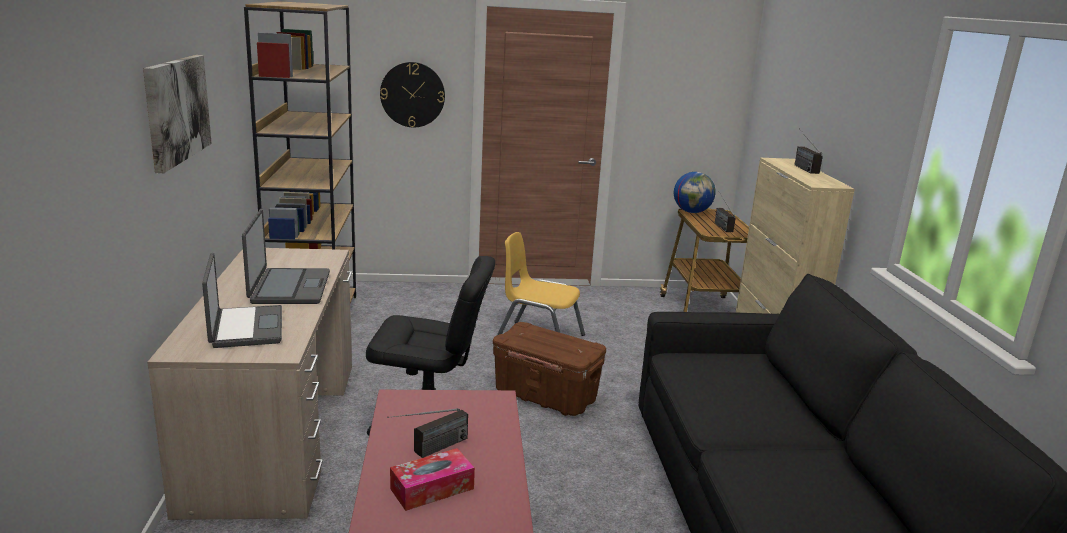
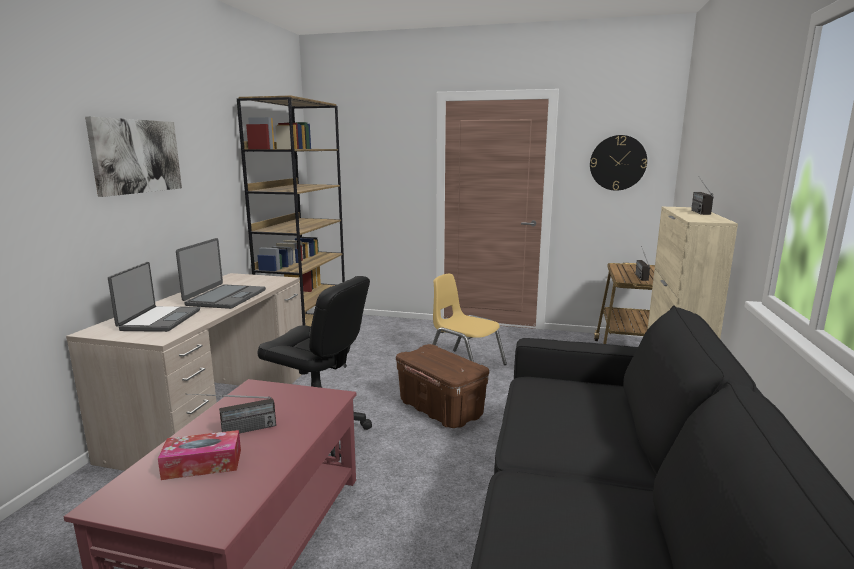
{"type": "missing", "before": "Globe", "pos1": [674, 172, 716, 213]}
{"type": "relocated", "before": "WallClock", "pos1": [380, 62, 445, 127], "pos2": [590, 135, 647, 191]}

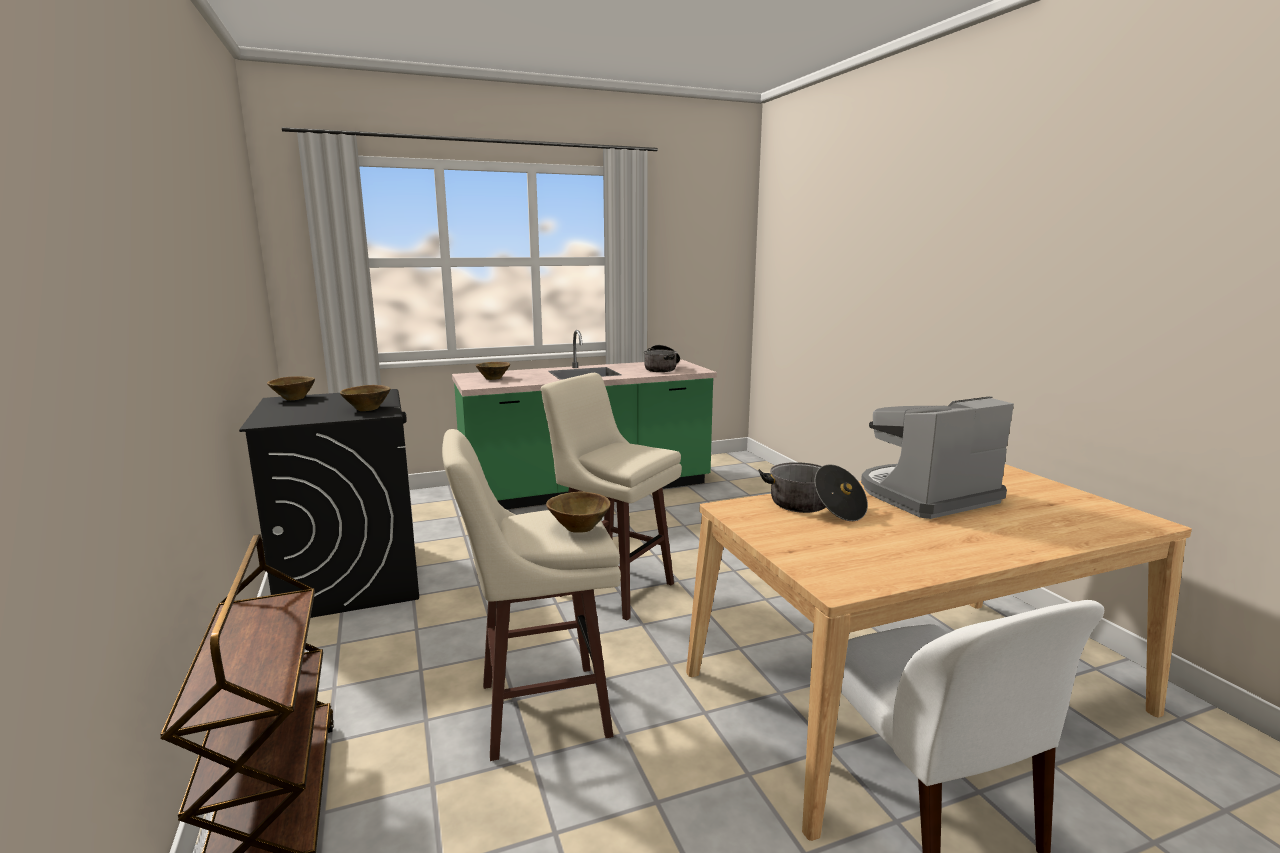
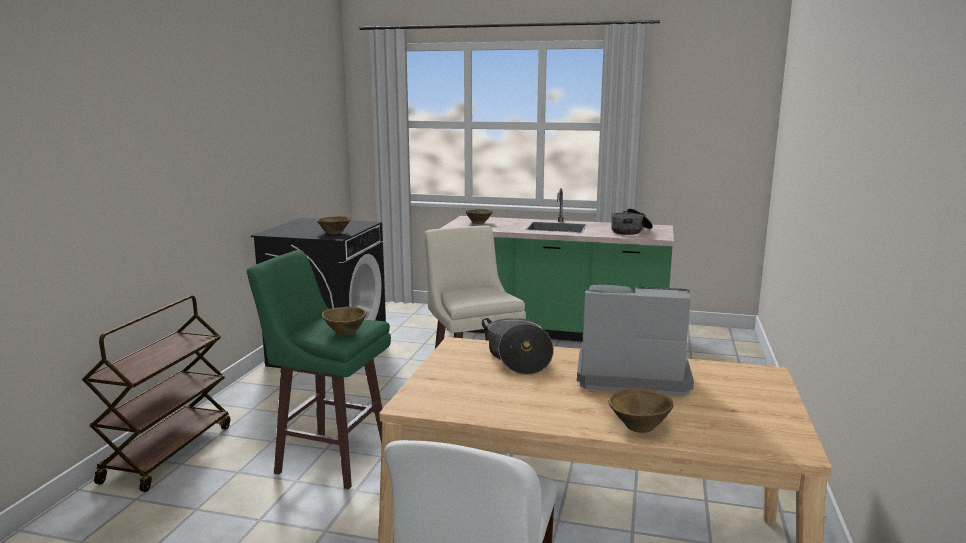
{"type": "relocated", "before": "BrownBowl", "pos1": [267, 376, 315, 400], "pos2": [608, 388, 674, 433]}
{"type": "colour", "before": "BeigeStool", "after": "GreenStool", "pos1": [442, 429, 621, 761], "pos2": [247, 250, 391, 489]}

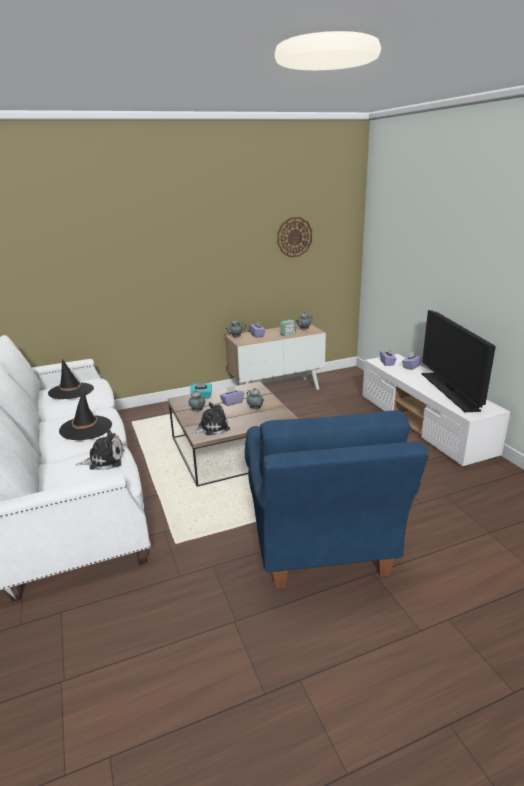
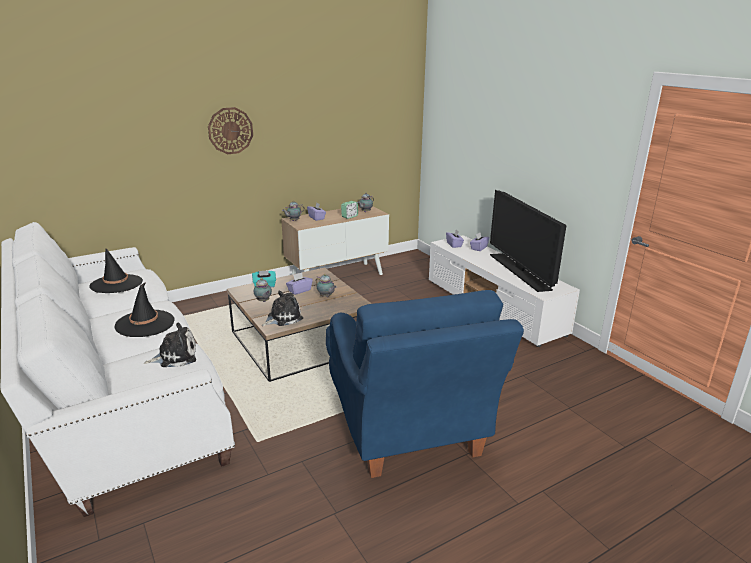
{"type": "relocated", "before": "WallClock", "pos1": [277, 217, 312, 257], "pos2": [208, 107, 253, 154]}

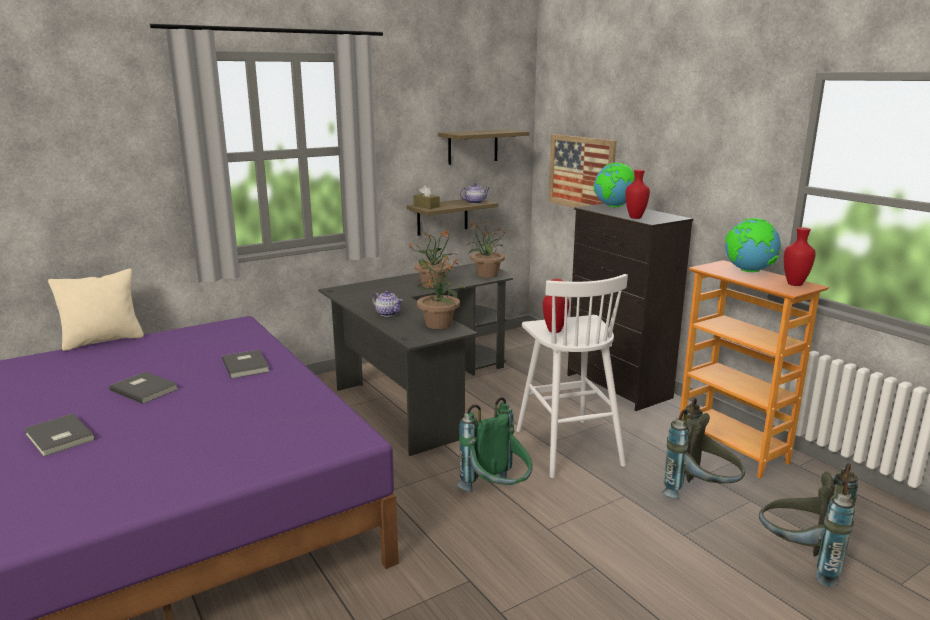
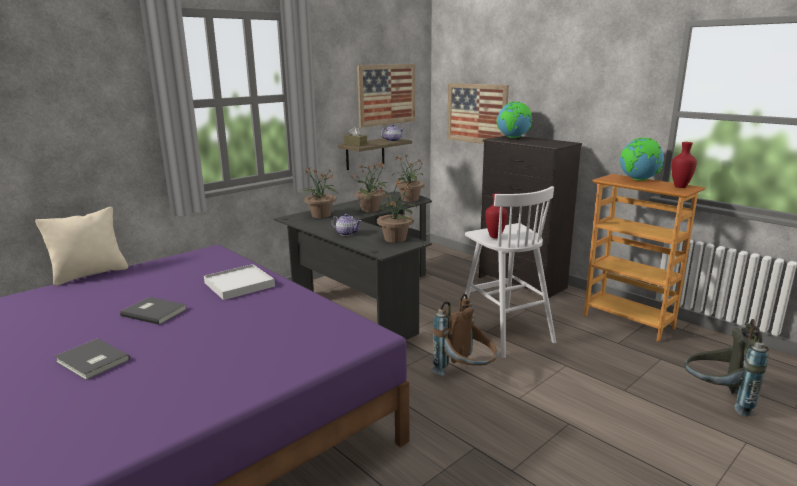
{"type": "missing", "before": "RedVase", "pos1": [625, 170, 650, 219]}
{"type": "missing", "before": "GreyBackpack", "pos1": [662, 398, 745, 499]}
{"type": "appeared", "after": "PottedPlant", "pos2": [300, 167, 338, 218]}
{"type": "exchanged", "before": "GreyBook", "after": "WhiteTray", "pos1": [222, 350, 270, 379], "pos2": [204, 264, 275, 300]}
{"type": "exchanged", "before": "Shelf", "after": "Picture", "pos1": [438, 129, 530, 165], "pos2": [357, 64, 415, 127]}
{"type": "colour", "before": "GreenBackpack", "after": "BrownBackpack", "pos1": [457, 397, 533, 492], "pos2": [431, 294, 497, 376]}

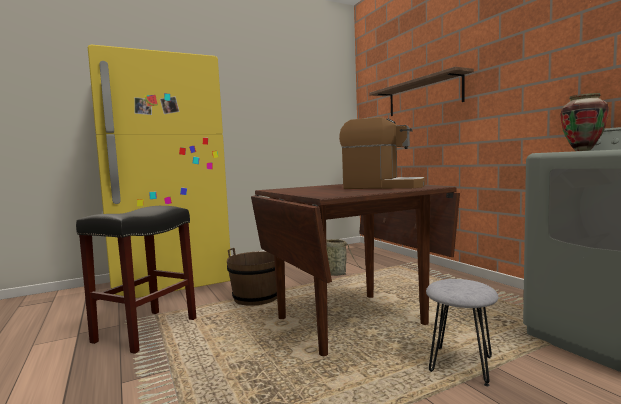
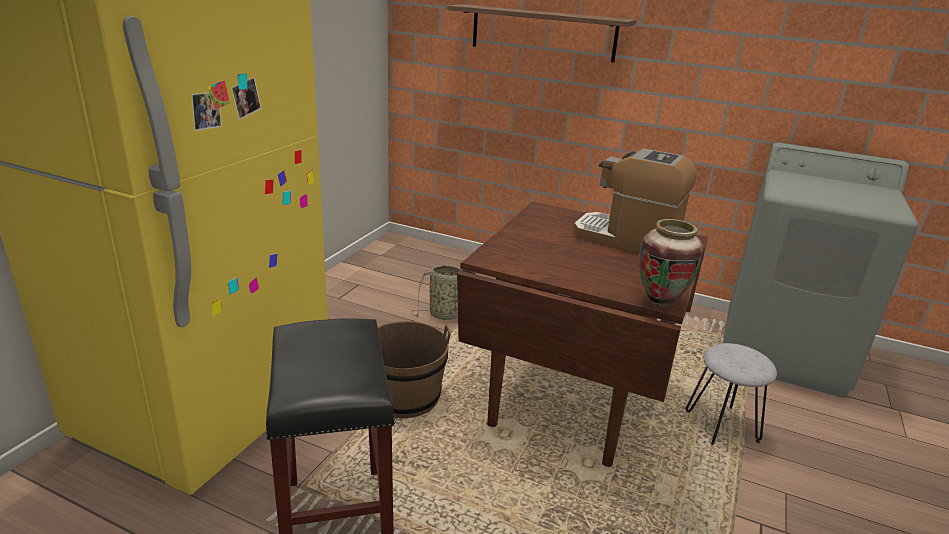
{"type": "relocated", "before": "Vase", "pos1": [560, 93, 609, 151], "pos2": [639, 219, 704, 307]}
{"type": "spun", "before": "CoffeeMachine", "pos1": [339, 117, 425, 189], "pos2": [573, 148, 697, 254], "turn": -135}

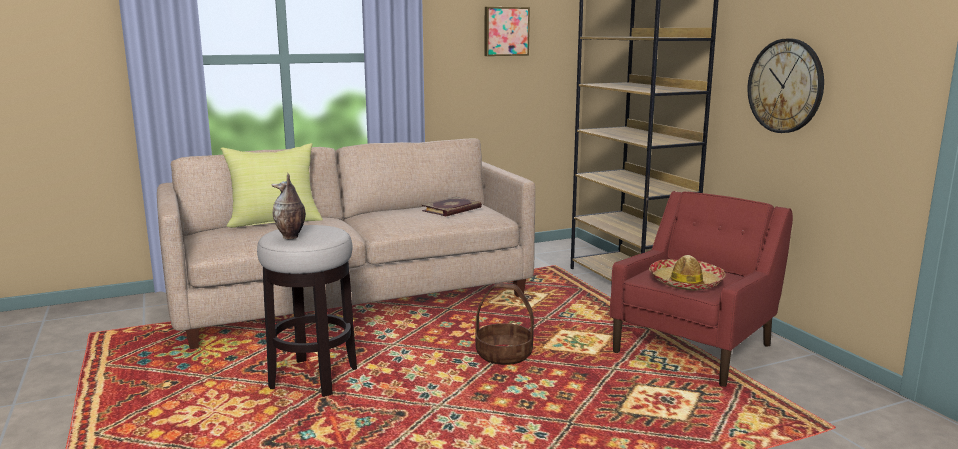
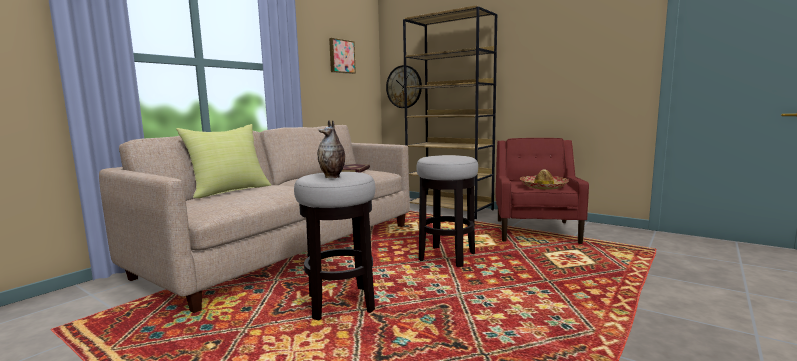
{"type": "relocated", "before": "WallClock", "pos1": [748, 39, 824, 133], "pos2": [386, 65, 422, 108]}
{"type": "exchanged", "before": "Basket", "after": "Stool", "pos1": [476, 283, 534, 365], "pos2": [416, 155, 478, 267]}

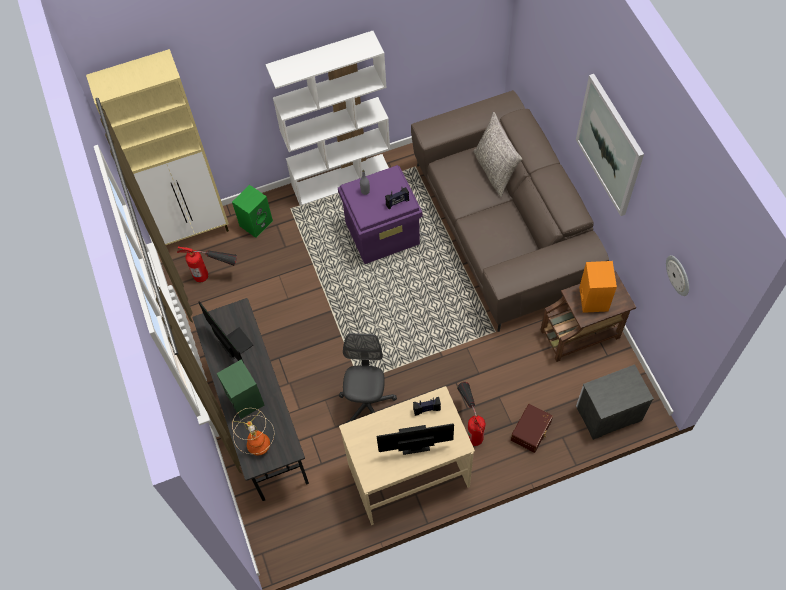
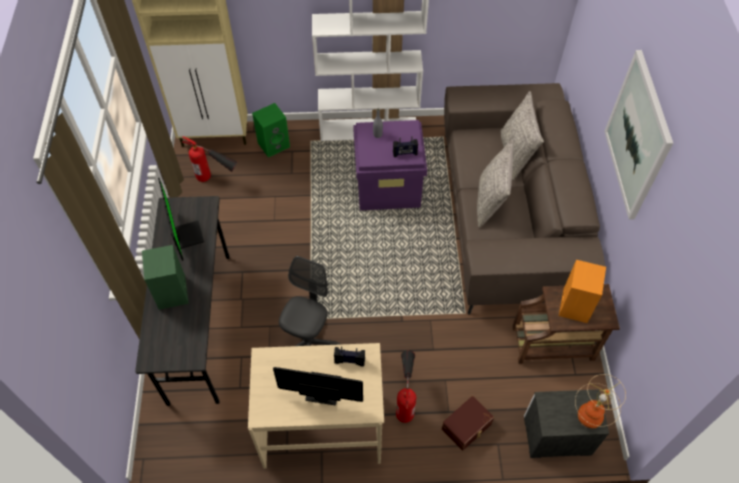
{"type": "missing", "before": "WallClock", "pos1": [666, 255, 689, 296]}
{"type": "appeared", "after": "GreyPillow", "pos2": [477, 140, 514, 228]}
{"type": "relocated", "before": "TableLamp", "pos1": [232, 408, 274, 455], "pos2": [575, 374, 626, 428]}

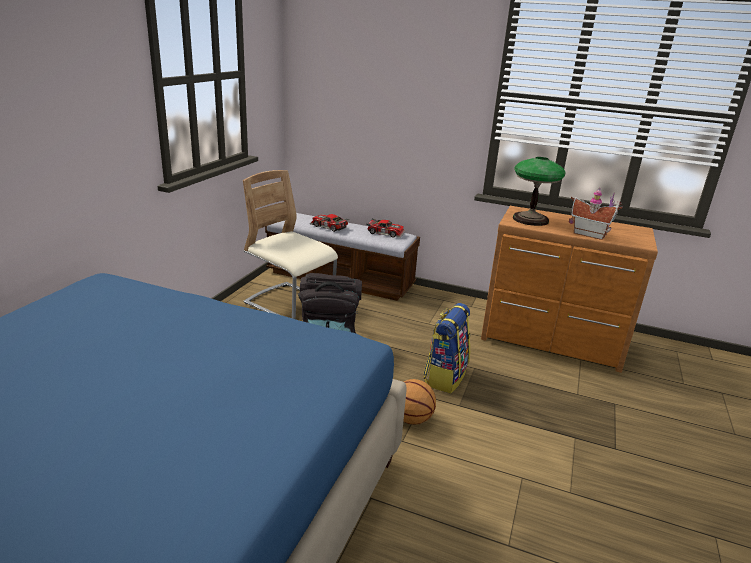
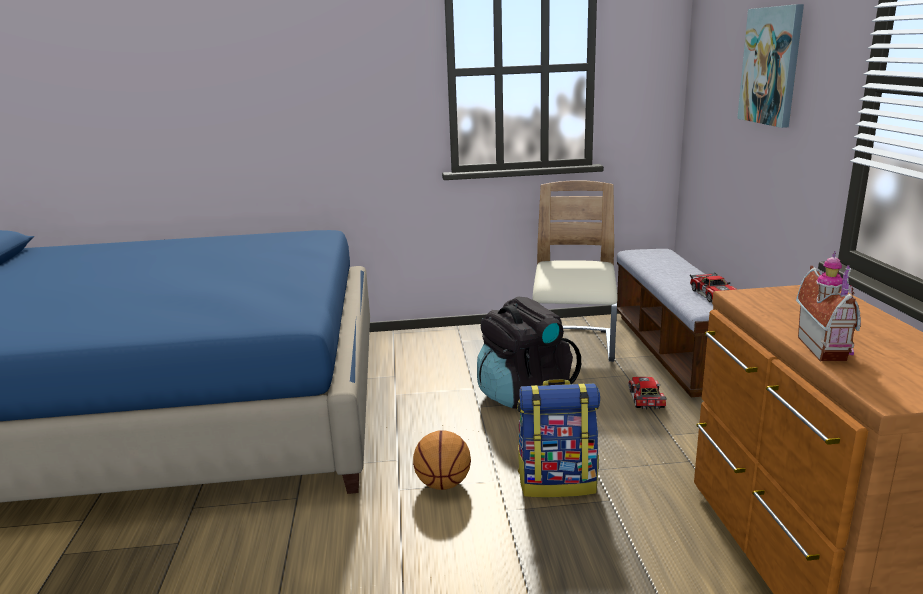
{"type": "missing", "before": "TableLamp", "pos1": [513, 157, 565, 226]}
{"type": "appeared", "after": "Picture", "pos2": [737, 4, 804, 128]}
{"type": "relocated", "before": "ToyCar", "pos1": [310, 214, 349, 232], "pos2": [628, 377, 667, 410]}

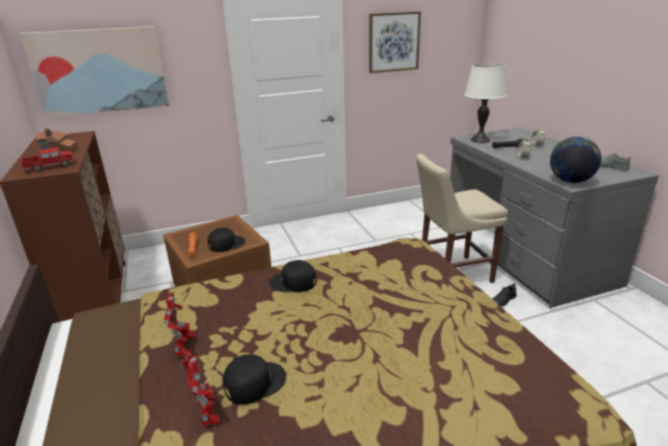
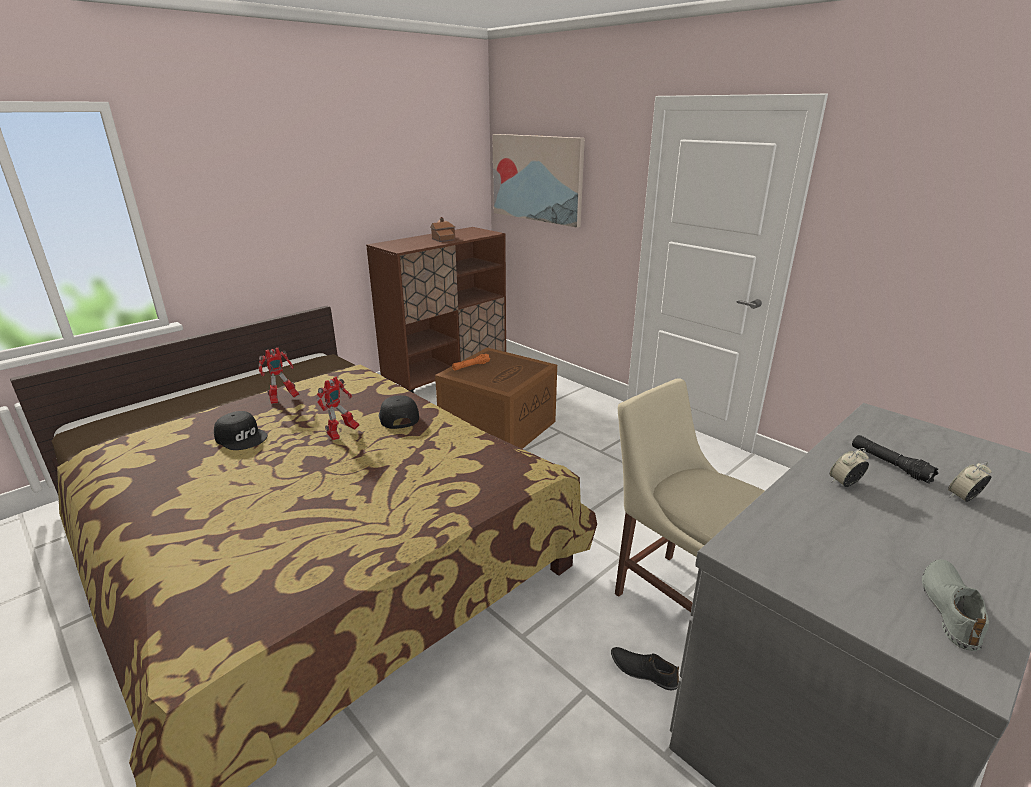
{"type": "missing", "before": "ToyTruck", "pos1": [21, 147, 74, 172]}
{"type": "missing", "before": "BlackCap", "pos1": [208, 228, 245, 252]}
{"type": "missing", "before": "Picture", "pos1": [369, 11, 421, 73]}
{"type": "missing", "before": "WhiteTableLamp", "pos1": [464, 63, 507, 143]}
{"type": "missing", "before": "Globe", "pos1": [550, 137, 601, 183]}
{"type": "relocated", "before": "ToyRobot", "pos1": [181, 353, 219, 426], "pos2": [316, 377, 359, 440]}

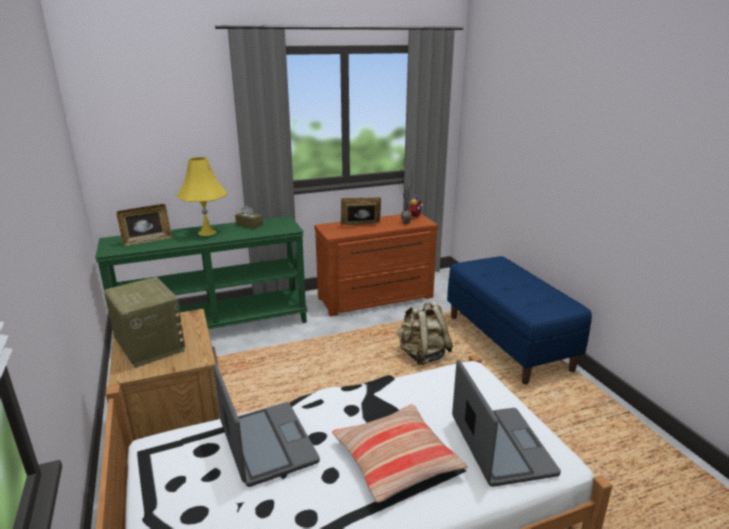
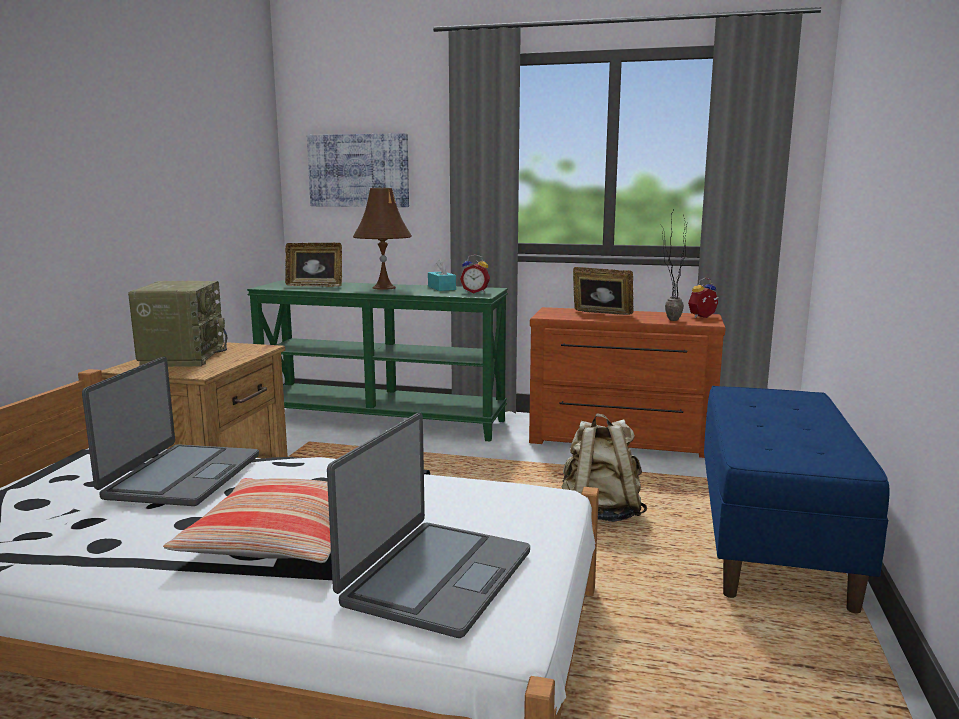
{"type": "appeared", "after": "Picture", "pos2": [307, 133, 409, 207]}
{"type": "appeared", "after": "AlarmClock", "pos2": [460, 254, 490, 293]}
{"type": "colour", "before": "YellowTableLamp", "after": "BrownTableLamp", "pos1": [177, 157, 228, 236], "pos2": [353, 188, 412, 290]}
{"type": "colour", "before": "BrownTissueBox", "after": "TurquoiseTissueBox", "pos1": [235, 205, 263, 229], "pos2": [428, 259, 456, 291]}

